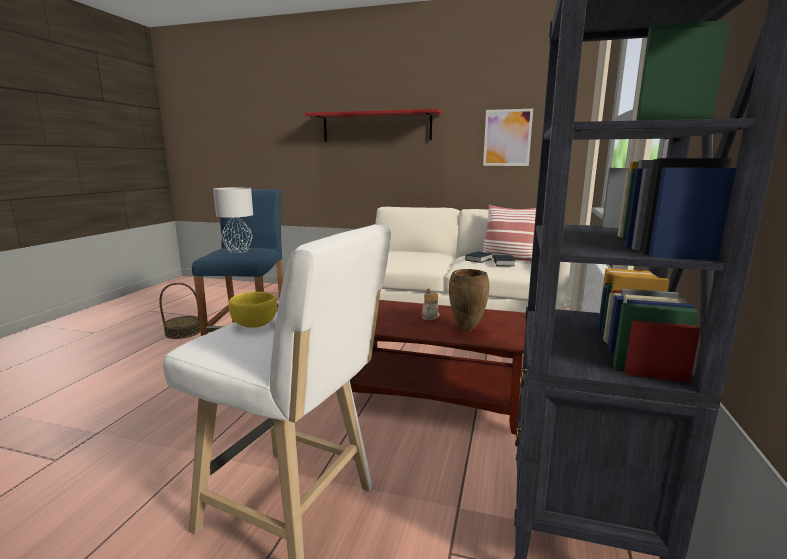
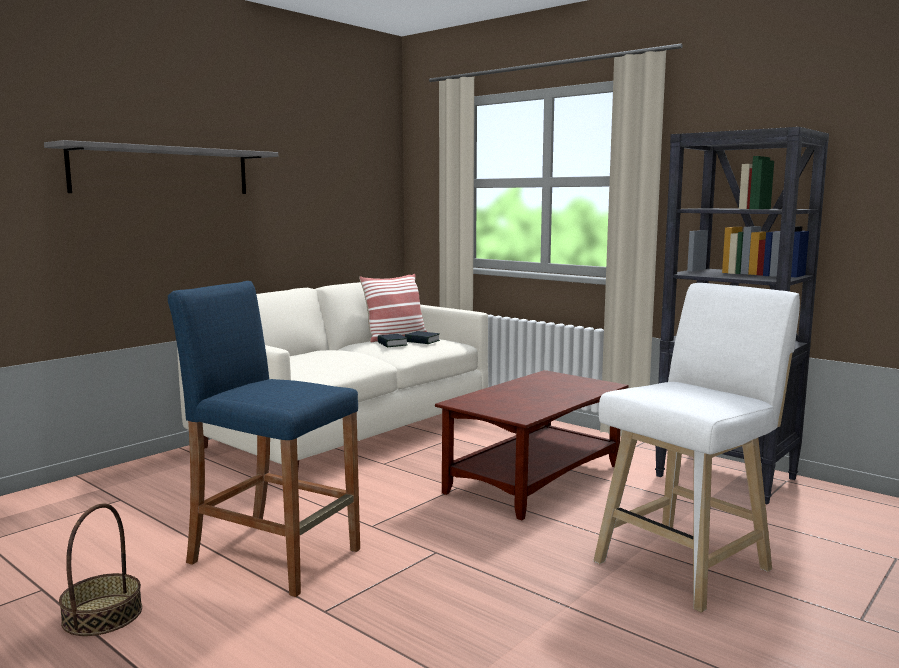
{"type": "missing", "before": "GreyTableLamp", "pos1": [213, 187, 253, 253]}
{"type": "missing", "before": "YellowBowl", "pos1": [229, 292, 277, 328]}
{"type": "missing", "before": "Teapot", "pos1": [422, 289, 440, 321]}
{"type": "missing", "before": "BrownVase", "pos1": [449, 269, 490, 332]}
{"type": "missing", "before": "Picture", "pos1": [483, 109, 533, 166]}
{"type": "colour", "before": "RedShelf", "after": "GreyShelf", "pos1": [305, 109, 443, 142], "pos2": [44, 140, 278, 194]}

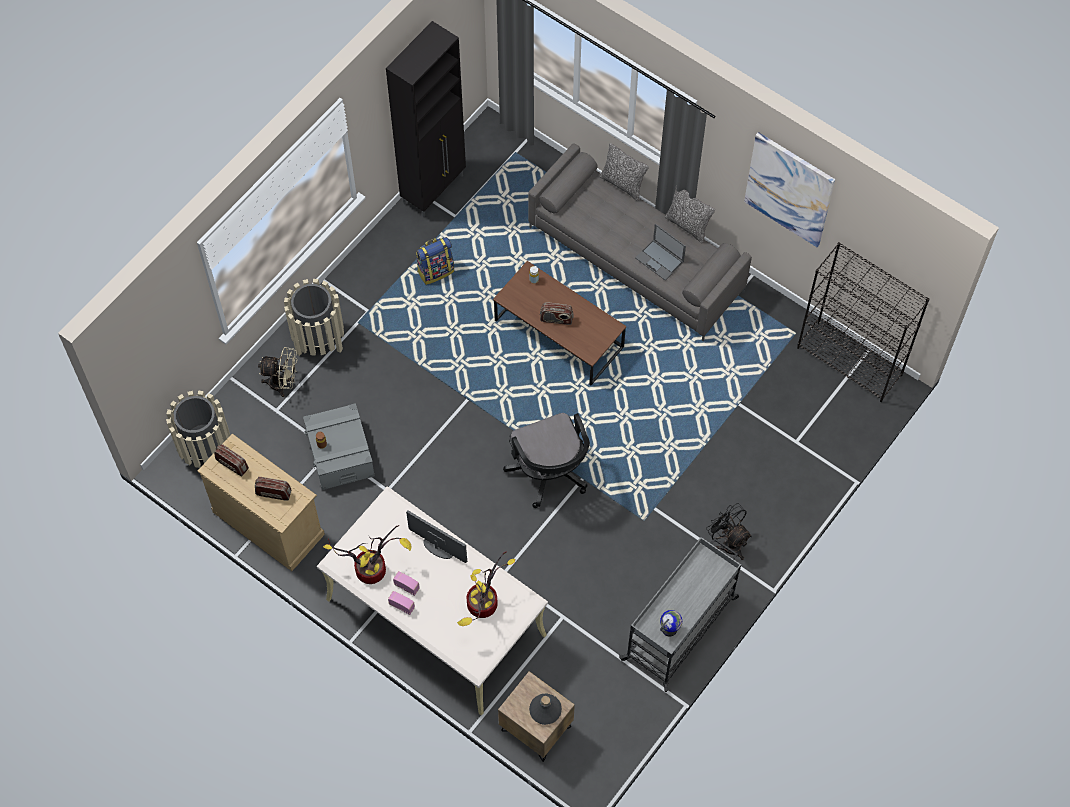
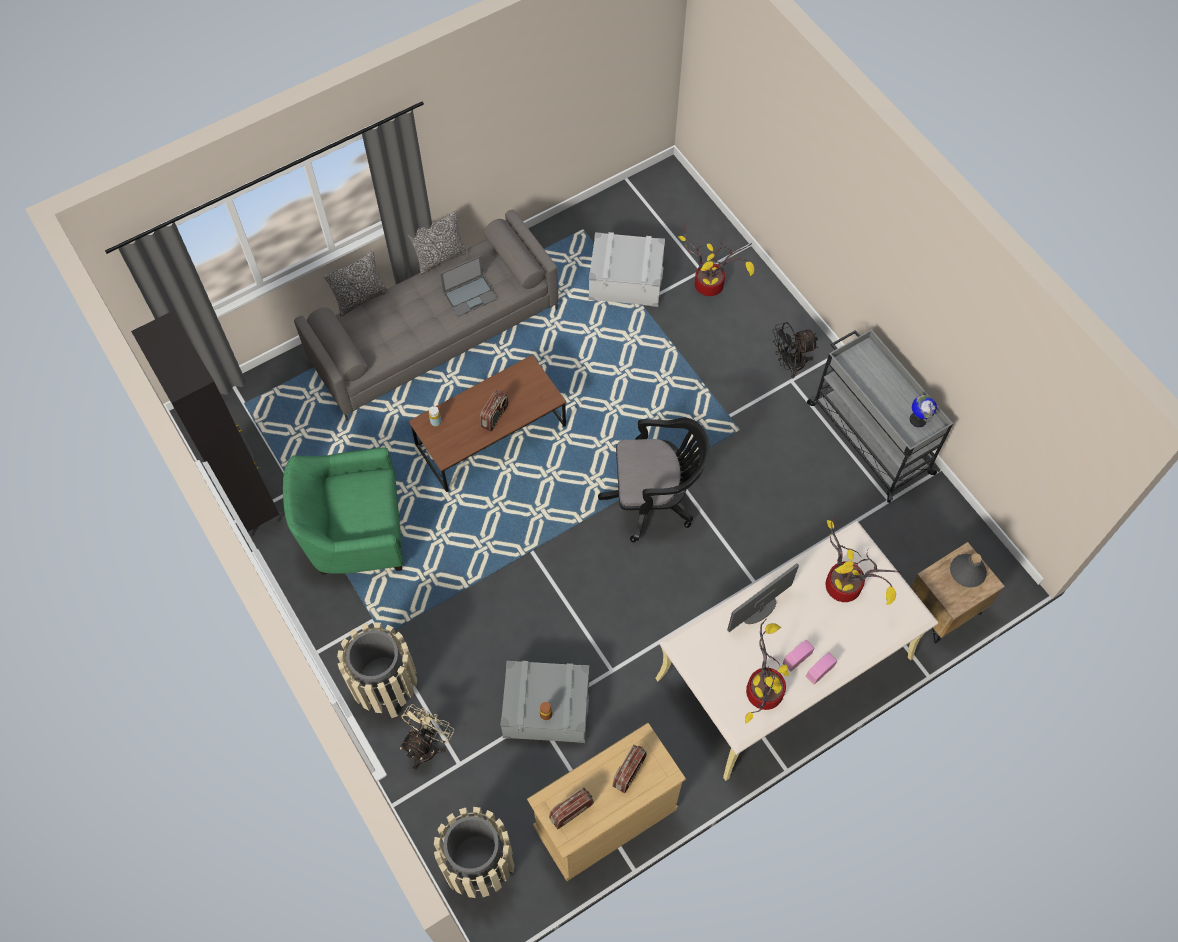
{"type": "missing", "before": "Picture", "pos1": [744, 132, 835, 247]}
{"type": "missing", "before": "BlackBookcase", "pos1": [797, 242, 930, 402]}
{"type": "appeared", "after": "GreyStorageBox", "pos2": [589, 232, 665, 307]}
{"type": "appeared", "after": "PottedPlant", "pos2": [678, 228, 754, 296]}
{"type": "exchanged", "before": "Backpack", "after": "GreenArmchair", "pos1": [416, 237, 454, 285], "pos2": [283, 447, 403, 575]}

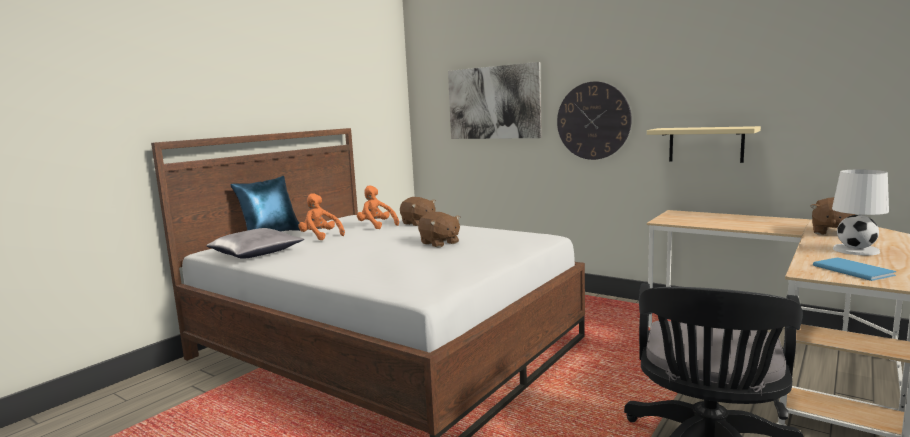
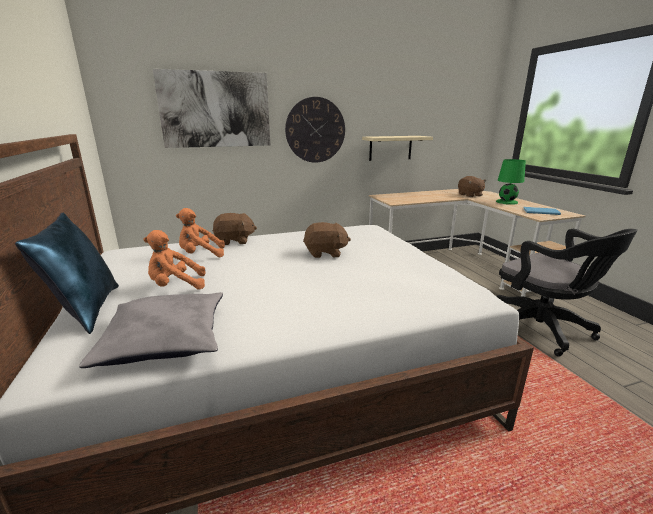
{"type": "colour", "before": "WhiteTableLamp", "after": "GreenTableLamp", "pos1": [832, 170, 889, 255], "pos2": [496, 159, 526, 205]}

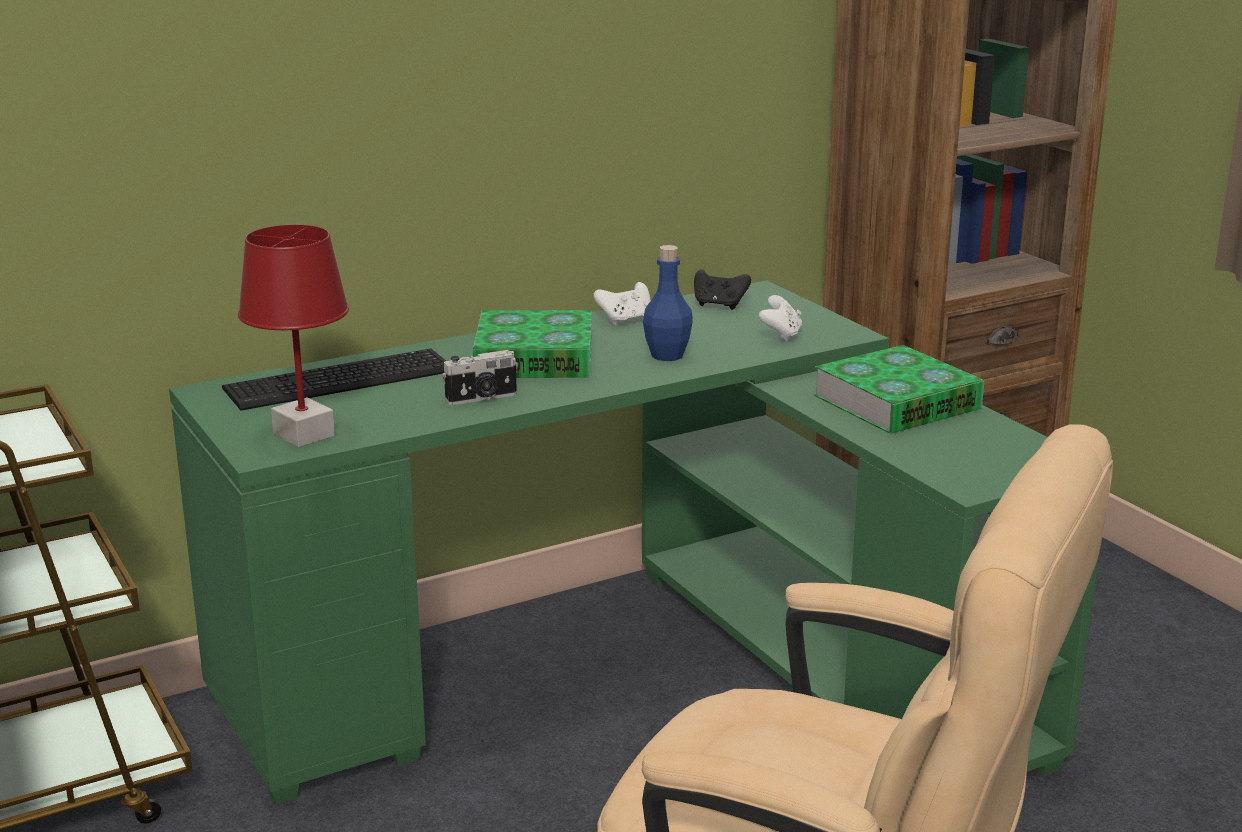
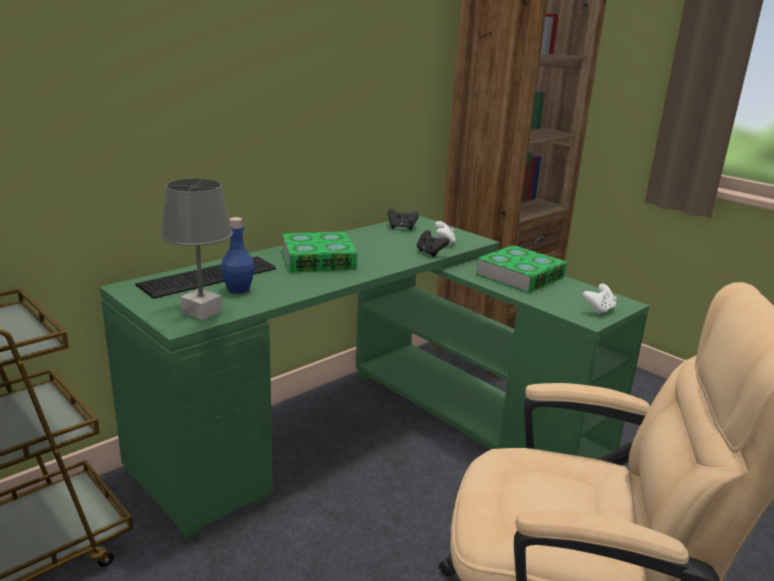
{"type": "missing", "before": "PhotoCamera", "pos1": [442, 350, 518, 405]}
{"type": "appeared", "after": "BlackGameController", "pos2": [417, 230, 450, 257]}
{"type": "relocated", "before": "WhiteGameController", "pos1": [593, 282, 651, 326], "pos2": [583, 284, 617, 314]}
{"type": "relocated", "before": "BlueBottle", "pos1": [643, 245, 693, 361], "pos2": [221, 217, 254, 294]}
{"type": "colour", "before": "RedTableLamp", "after": "GreyTableLamp", "pos1": [238, 225, 349, 447], "pos2": [160, 179, 233, 320]}

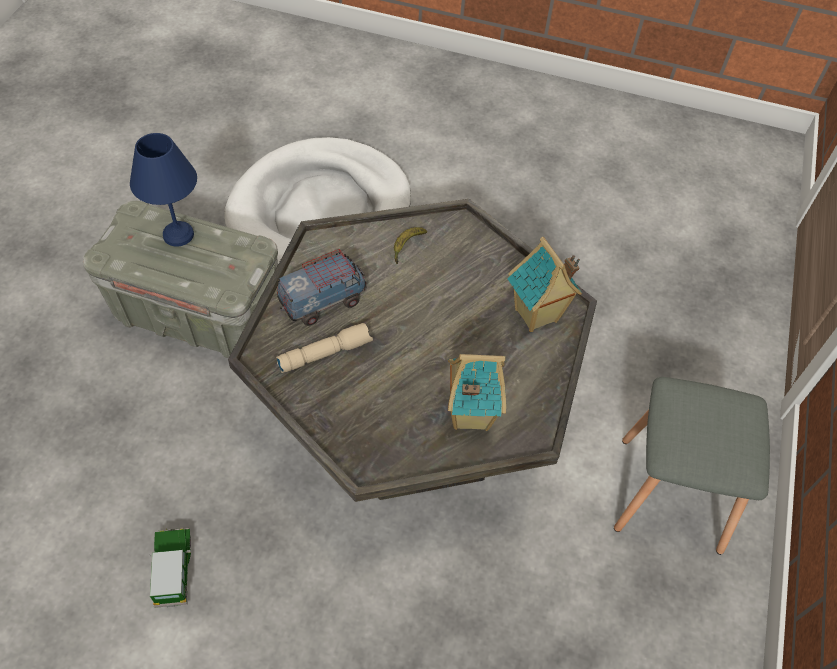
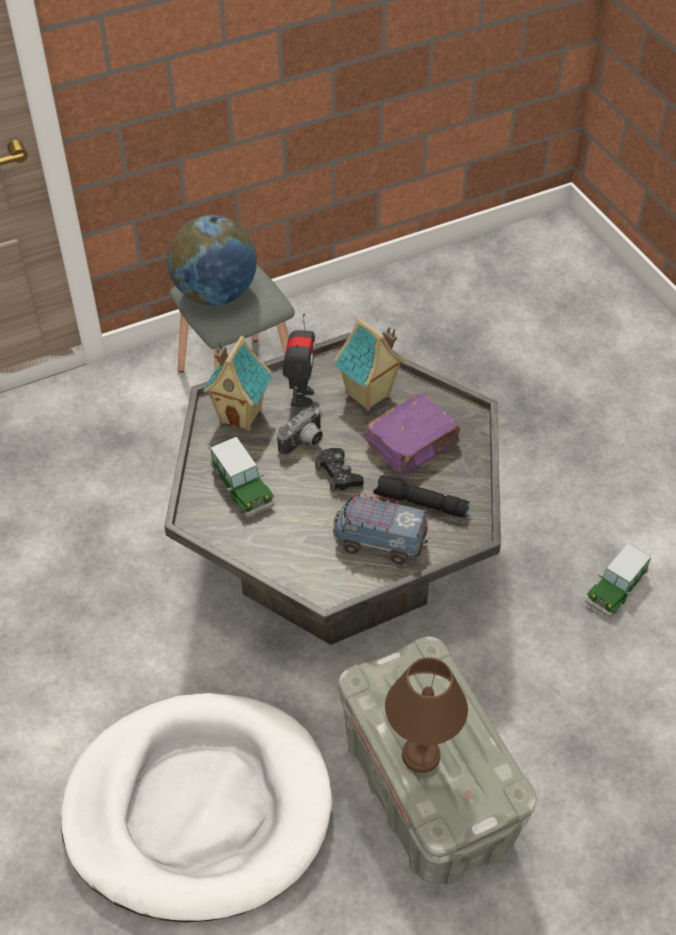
{"type": "missing", "before": "Banana", "pos1": [394, 227, 427, 264]}
{"type": "appeared", "after": "Globe", "pos2": [167, 215, 257, 306]}
{"type": "appeared", "after": "ToyCar", "pos2": [210, 436, 275, 518]}
{"type": "appeared", "after": "PhotoCamera", "pos2": [277, 406, 323, 456]}
{"type": "appeared", "after": "ToyRobot", "pos2": [283, 314, 316, 407]}
{"type": "appeared", "after": "BlackGameController", "pos2": [315, 448, 364, 493]}
{"type": "appeared", "after": "PurpleBook", "pos2": [365, 393, 461, 474]}
{"type": "colour", "before": "BlueTableLamp", "after": "BrownTableLamp", "pos1": [130, 133, 197, 247], "pos2": [385, 657, 468, 773]}
{"type": "colour", "before": "BeigeFlashlight", "after": "BlackFlashlight", "pos1": [276, 323, 373, 373], "pos2": [373, 475, 470, 518]}

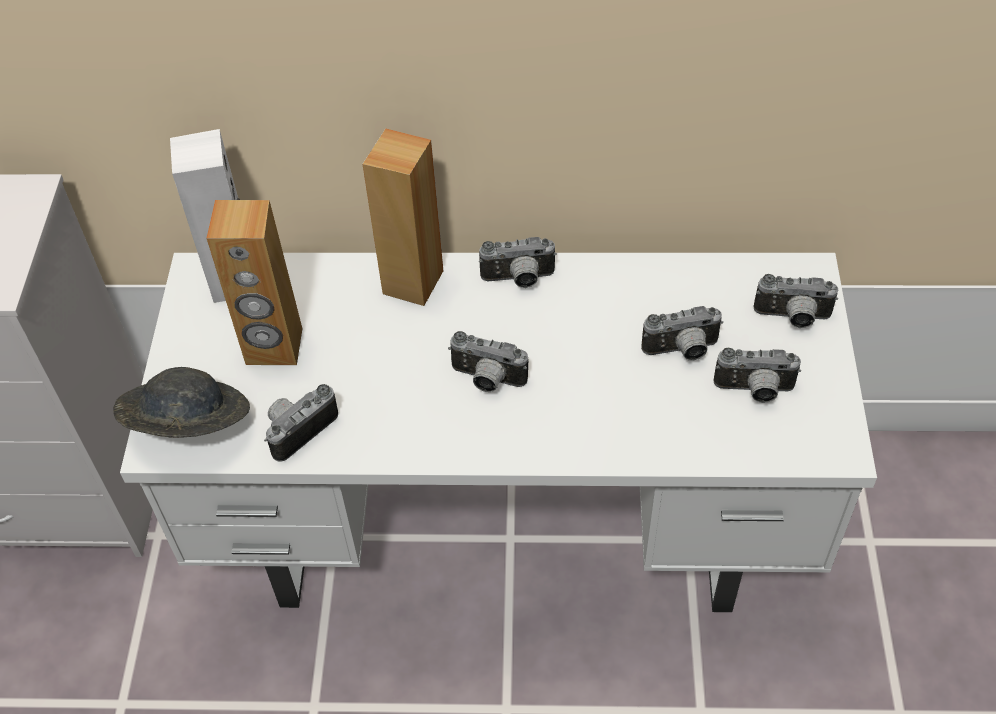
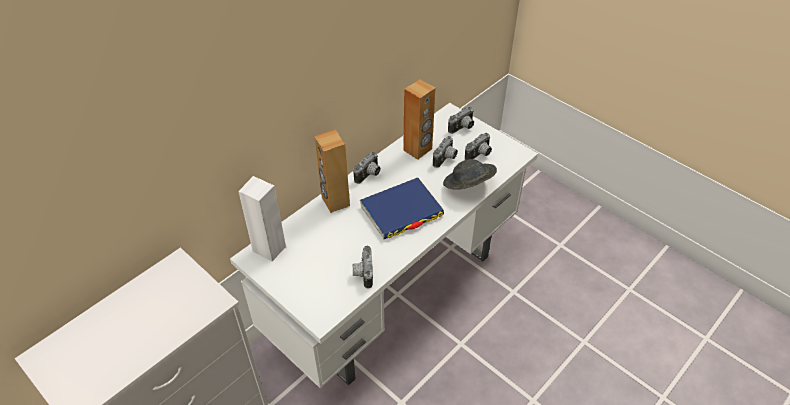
{"type": "relocated", "before": "GreyHat", "pos1": [113, 367, 250, 438], "pos2": [443, 159, 497, 190]}
{"type": "relocated", "before": "BrownSpeaker", "pos1": [206, 200, 302, 365], "pos2": [403, 79, 436, 160]}
{"type": "exchanged", "before": "PhotoCamera", "after": "BlueBook", "pos1": [448, 331, 529, 392], "pos2": [360, 178, 444, 239]}

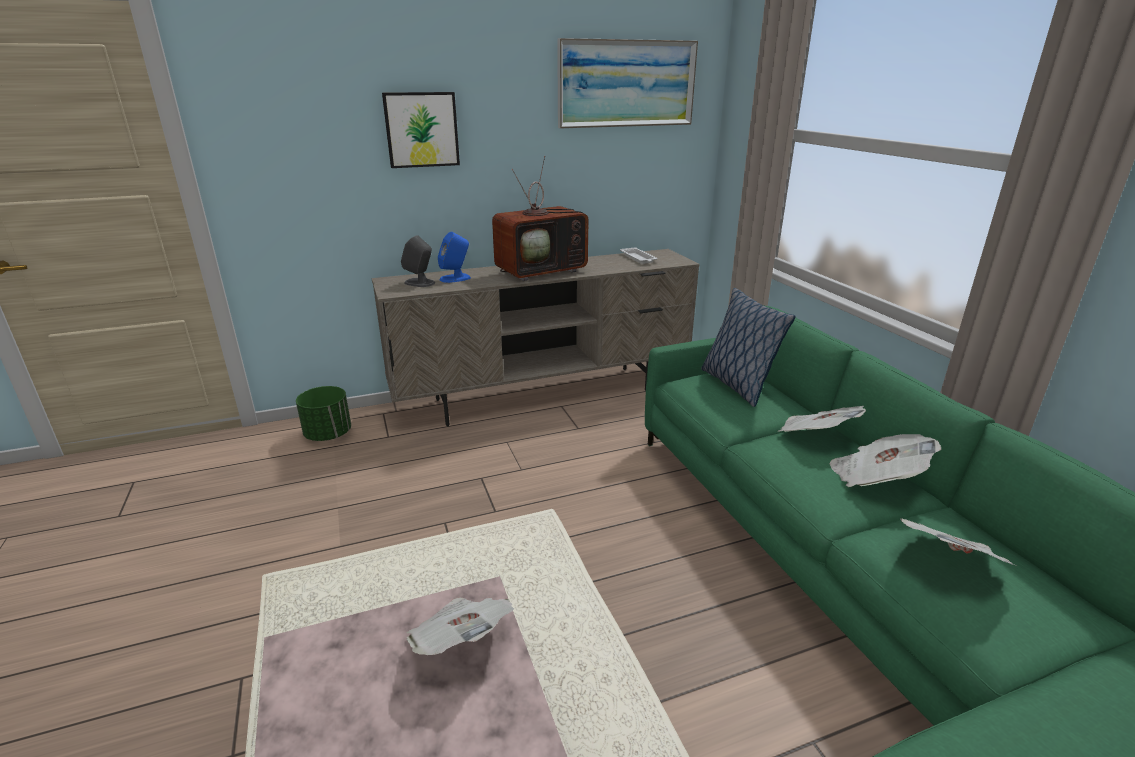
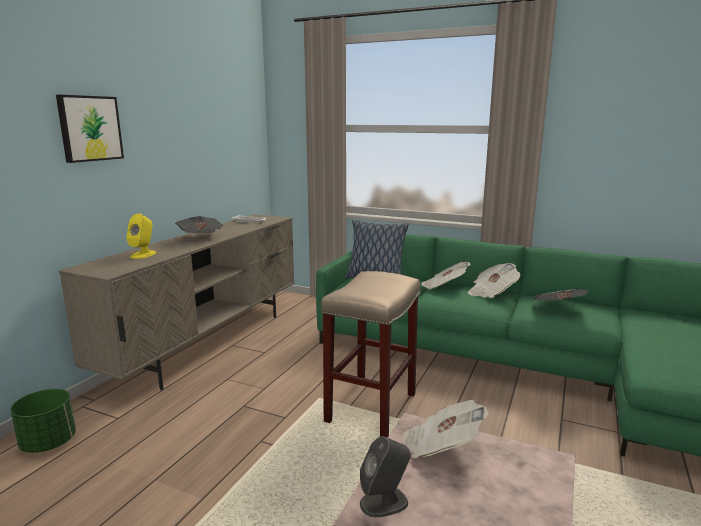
{"type": "missing", "before": "Picture", "pos1": [557, 38, 698, 128]}
{"type": "appeared", "after": "BeigeStool", "pos2": [321, 271, 420, 438]}
{"type": "relocated", "before": "GreySpeaker", "pos1": [401, 235, 435, 287], "pos2": [360, 436, 411, 517]}
{"type": "exchanged", "before": "Television", "after": "Newspaper", "pos1": [492, 156, 588, 281], "pos2": [175, 216, 223, 234]}
{"type": "colour", "before": "BlueSpeaker", "after": "YellowSpeaker", "pos1": [438, 232, 471, 283], "pos2": [126, 214, 156, 259]}

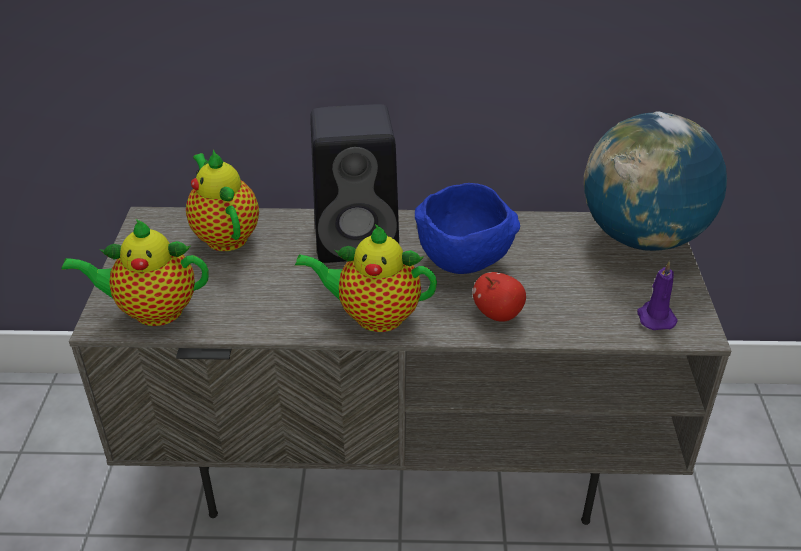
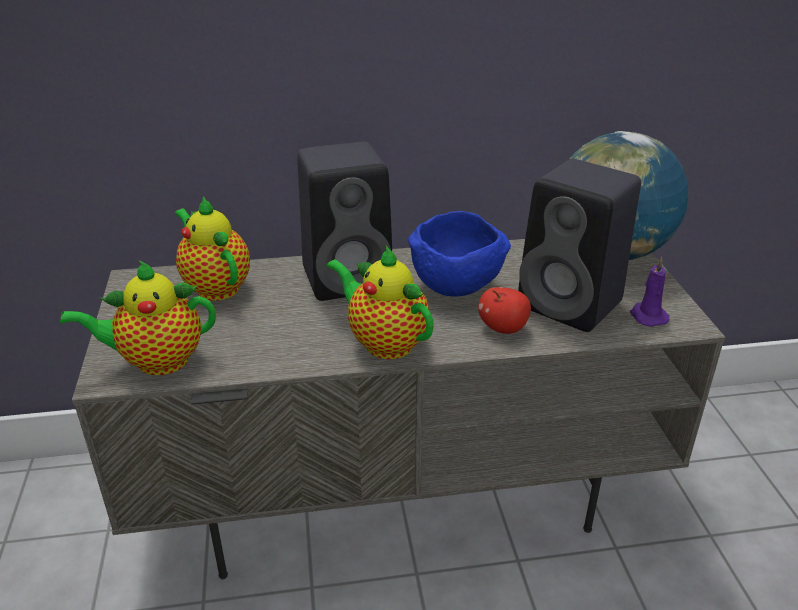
{"type": "appeared", "after": "BlackSpeaker", "pos2": [518, 159, 641, 332]}
{"type": "spun", "before": "Teapot", "pos1": [295, 224, 437, 332], "pos2": [326, 246, 434, 359], "turn": 45}

